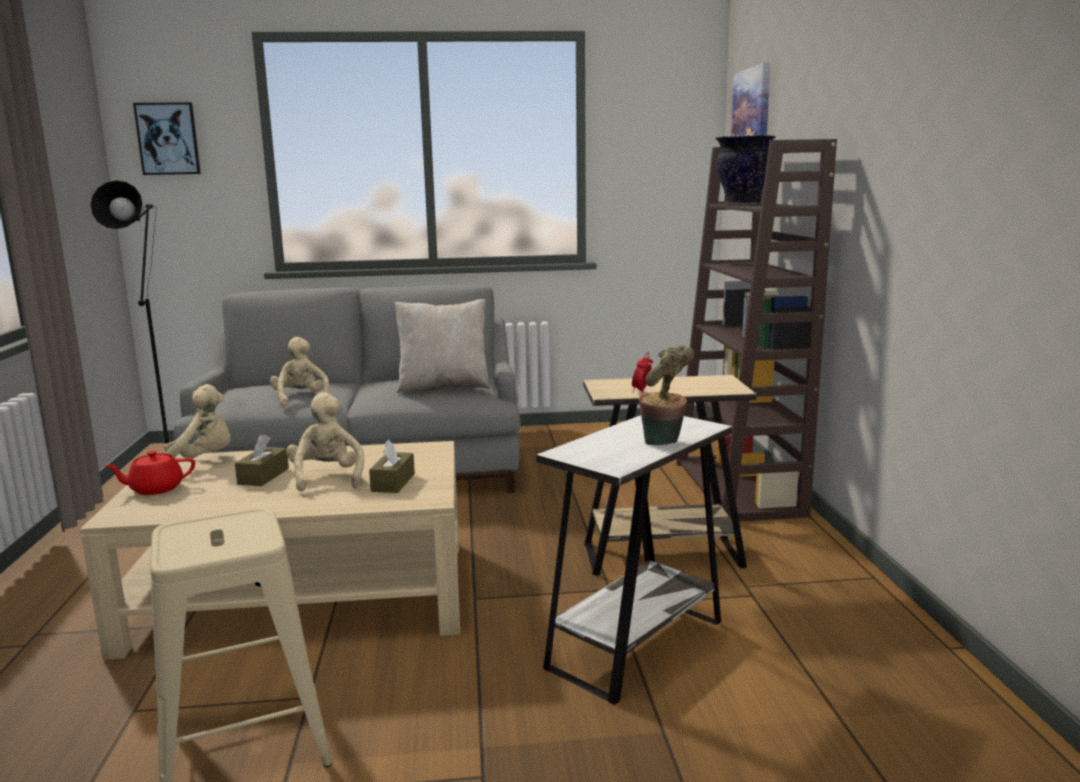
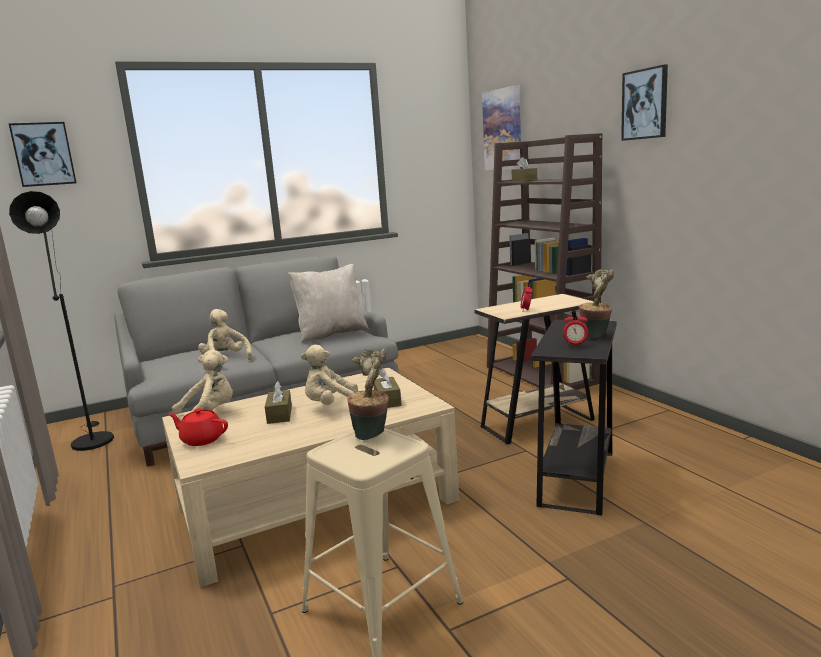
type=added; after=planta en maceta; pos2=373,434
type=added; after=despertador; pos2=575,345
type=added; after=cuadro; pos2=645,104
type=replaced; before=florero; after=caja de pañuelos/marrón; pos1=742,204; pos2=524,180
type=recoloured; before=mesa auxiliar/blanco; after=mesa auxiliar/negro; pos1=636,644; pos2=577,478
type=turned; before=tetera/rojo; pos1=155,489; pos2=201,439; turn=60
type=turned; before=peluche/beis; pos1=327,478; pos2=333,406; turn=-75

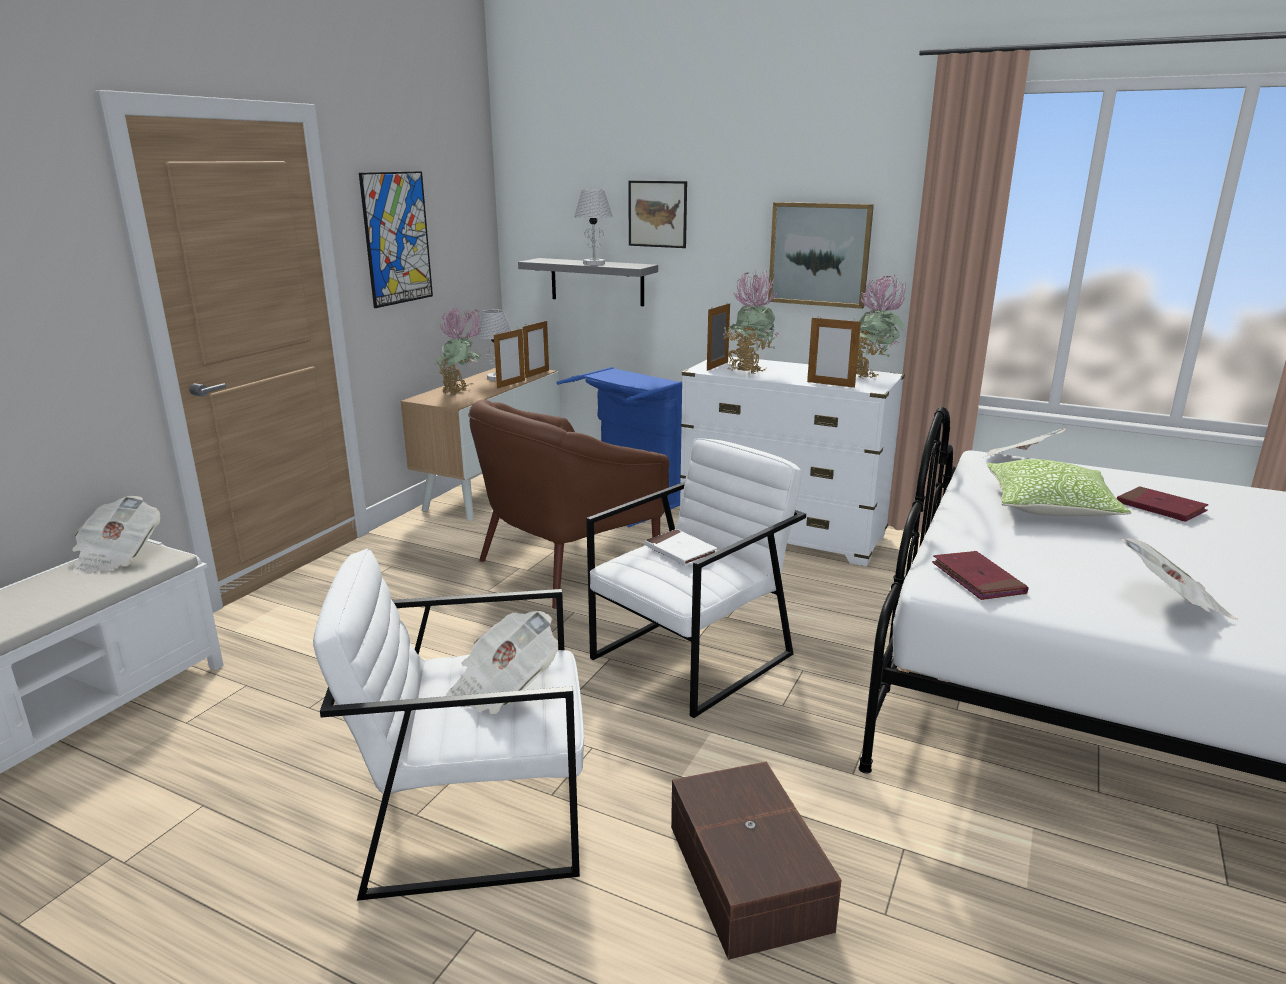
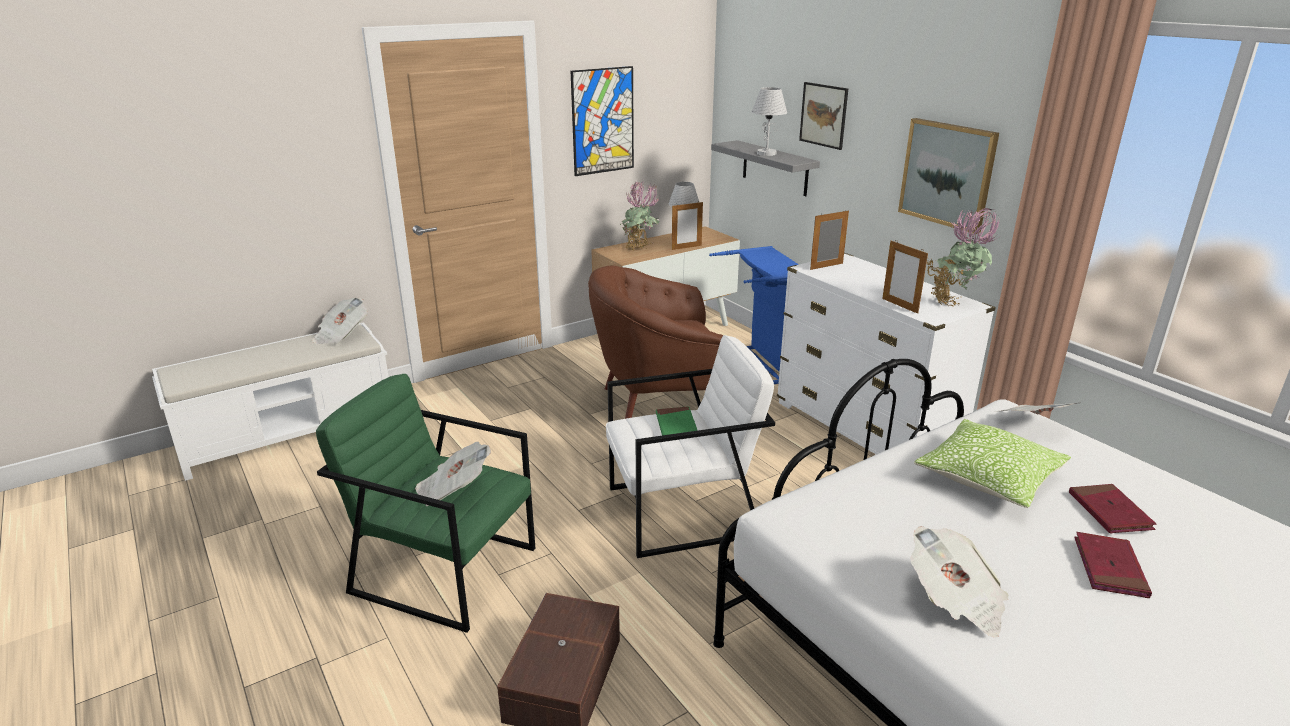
type=removed; before=portarretratos; pos1=537,374
type=removed; before=planta en maceta; pos1=748,370
type=moved; before=libro/rojo; pos1=977,579; pos2=1109,568
type=recoloured; before=sillón/blanco; after=sillón/verde; pos1=474,815; pos2=444,569
type=recoloured; before=libro/blanco; after=libro/verde; pos1=680,551; pos2=676,425

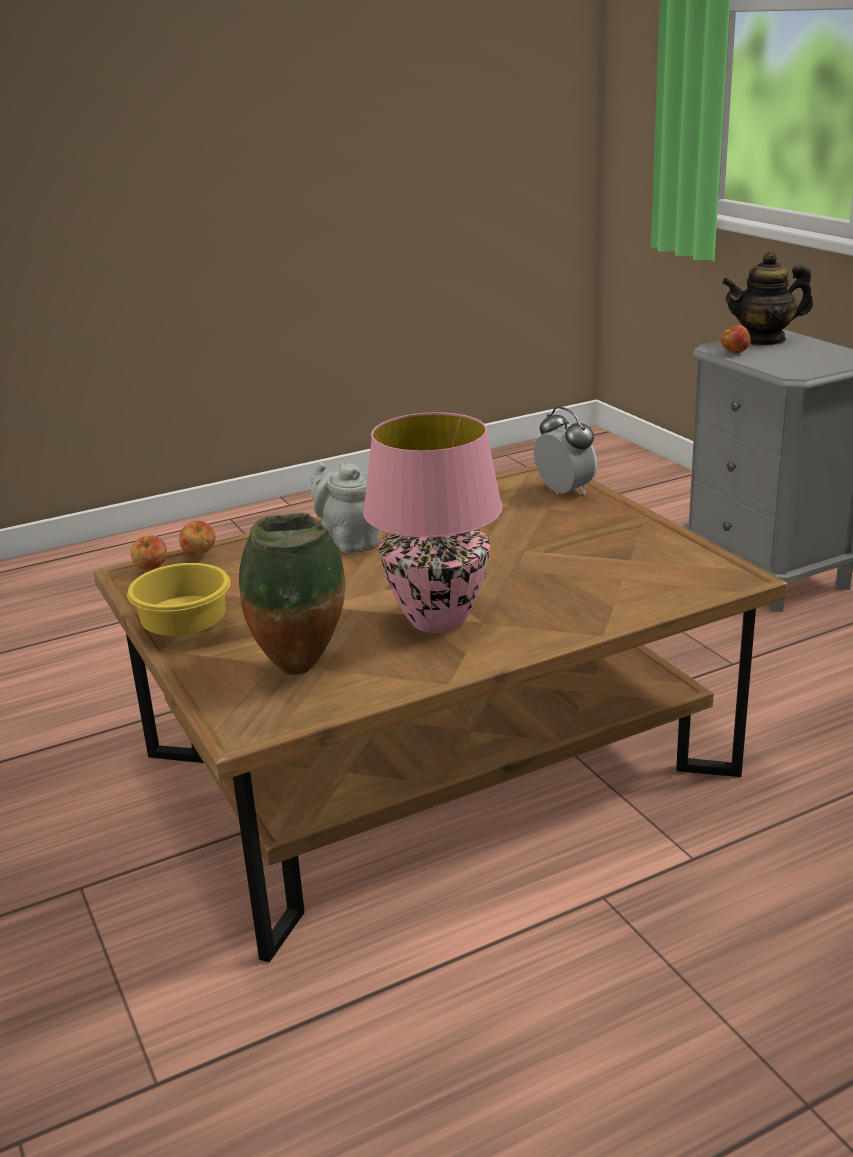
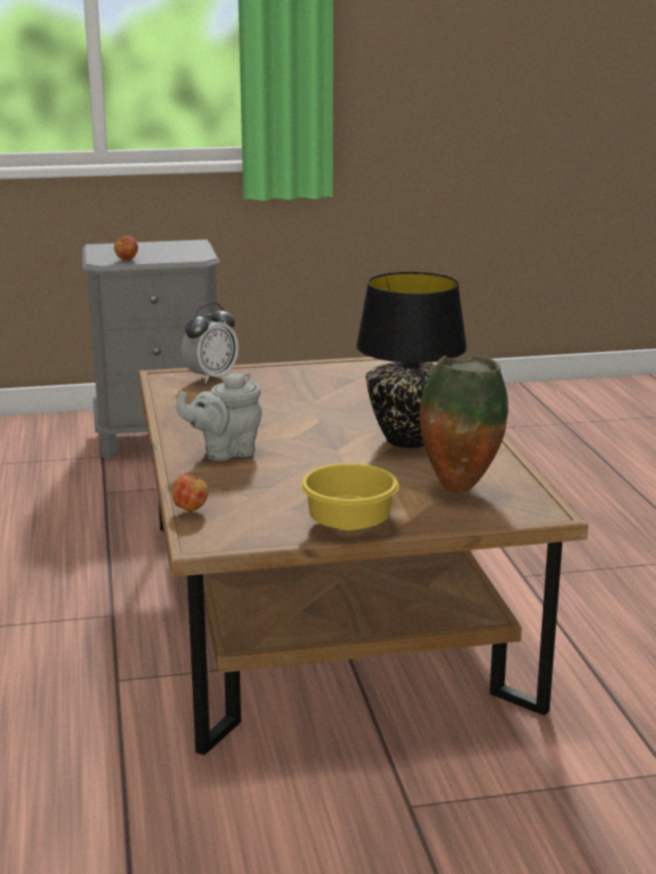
type=removed; before=manzana; pos1=151,569
type=removed; before=tetera; pos1=764,339
type=recoloured; before=lámpara de mesa/rosa; after=lámpara de mesa/negro; pos1=437,621; pos2=409,440
type=turned; before=despertador; pos1=564,492; pos2=211,377; turn=150

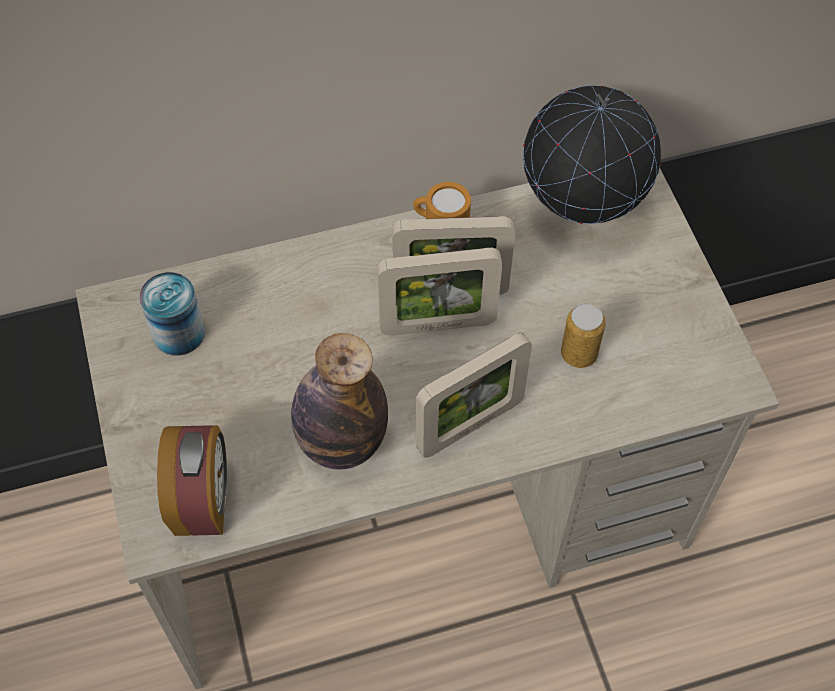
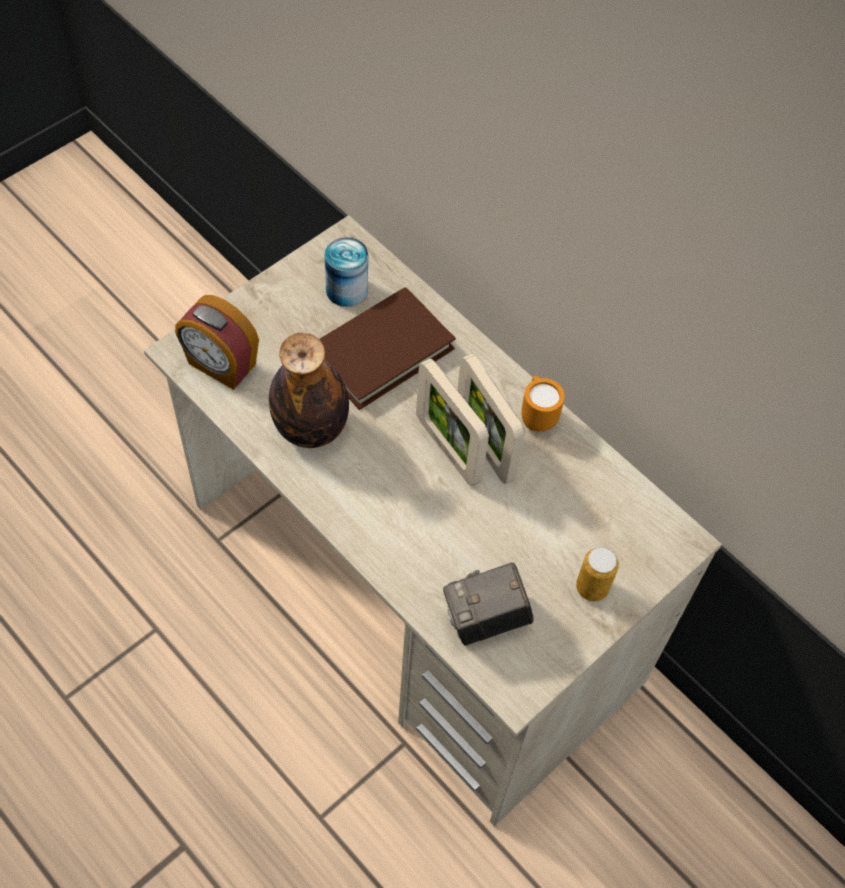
type=removed; before=portarretratos; pos1=470,426
type=removed; before=globo terráqueo; pos1=581,209
type=added; after=libro/marrón; pos2=381,351
type=added; after=cámara; pos2=485,621
type=moved; before=lata; pos1=579,354; pos2=592,587
type=turned; before=despertador; pos1=203,501; pos2=221,365; turn=60

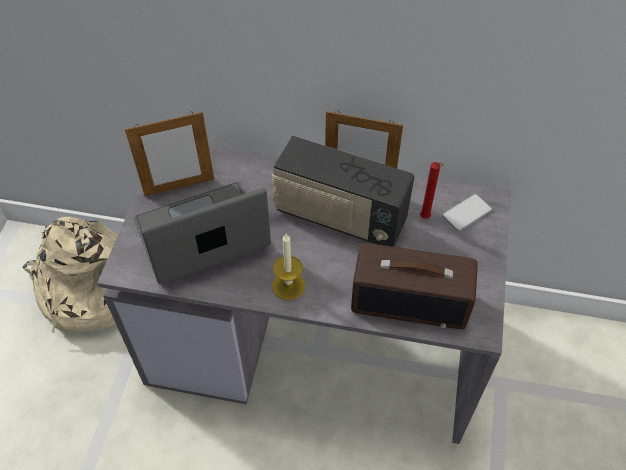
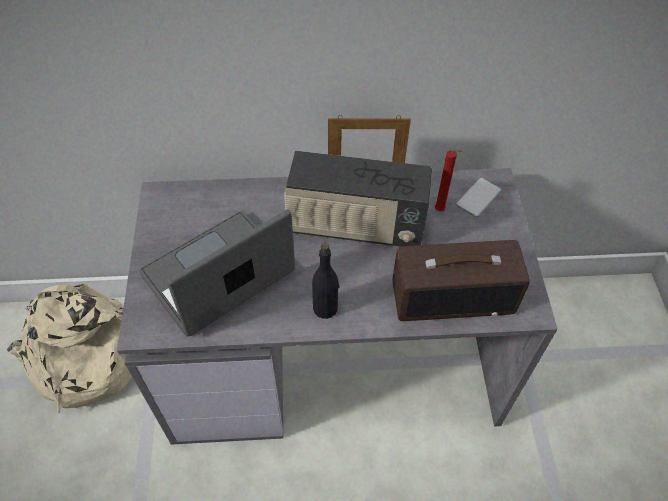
type=removed; before=portarretratos; pos1=179,187
type=replaced; before=vela; after=botella/negro; pos1=288,285; pos2=325,308

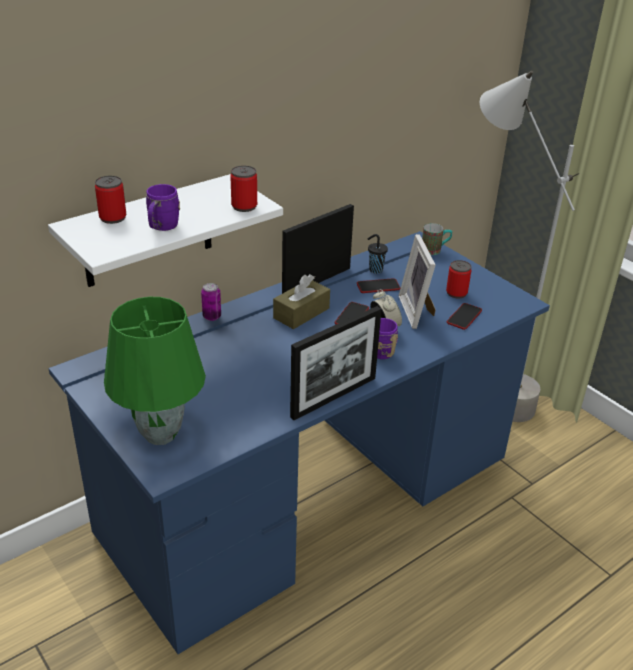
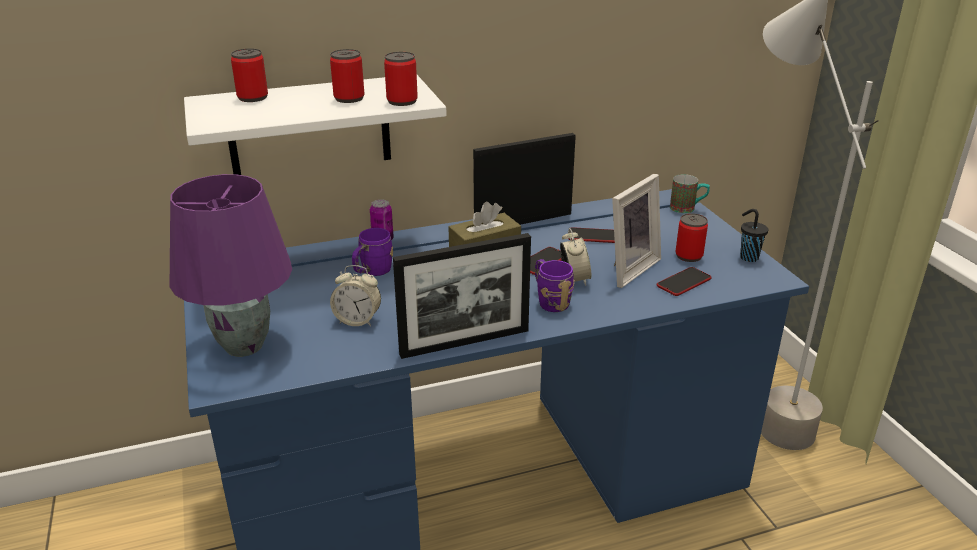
type=added; after=lata; pos2=349,98
type=added; after=despertador; pos2=358,320
type=moved; before=taza grande/morado; pos1=161,228; pos2=372,272
type=moved; before=taza/negro; pos1=375,270; pos2=748,257
type=recoloured; before=lámpara de mesa/verde; after=lámpara de mesa/morado; pos1=162,434; pos2=246,346
type=turned; before=portarretratos; pos1=418,311; pos2=627,268; turn=-150

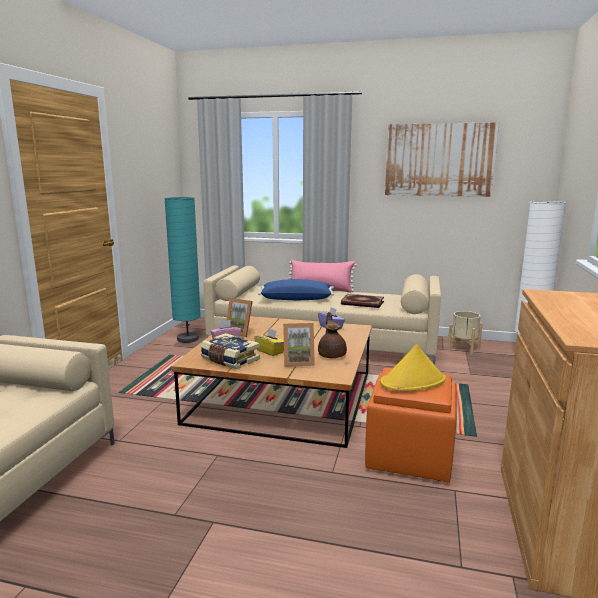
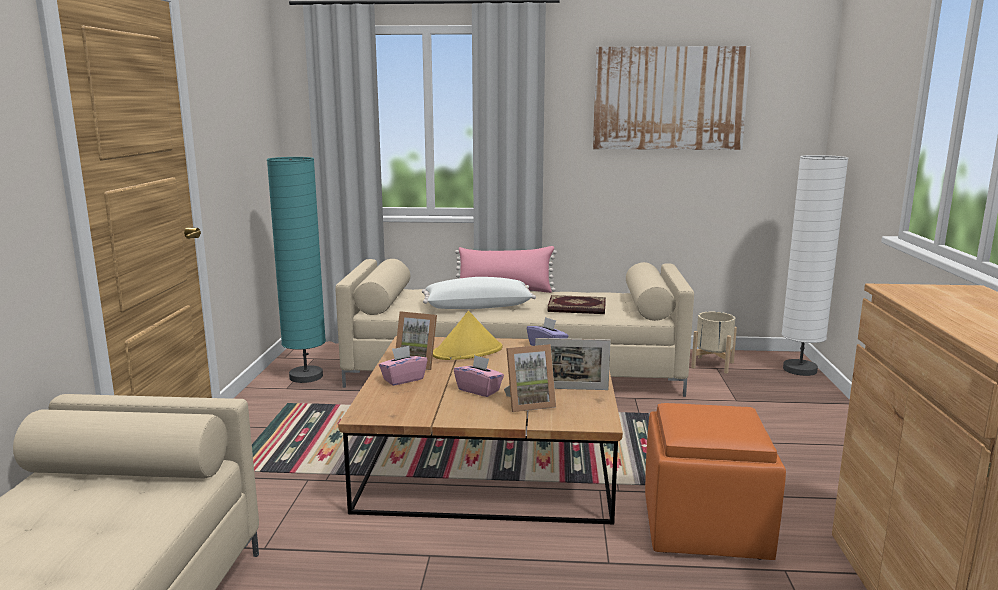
type=removed; before=libro; pos1=229,360
type=moved; before=sombrero/amarillo; pos1=413,382; pos2=468,352
type=replaced; before=tetera/marrón; after=portarretratos; pos1=332,354; pos2=571,389
type=recoloured; before=caja de pañuelos/amarillo; after=caja de pañuelos/rosa; pos1=270,351; pos2=479,390
type=recoloured; before=cojín/azul; after=cojín/blanco; pos1=296,299; pos2=478,306

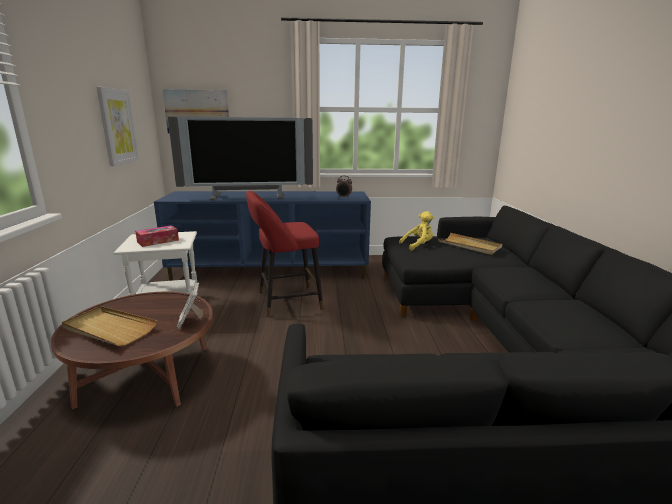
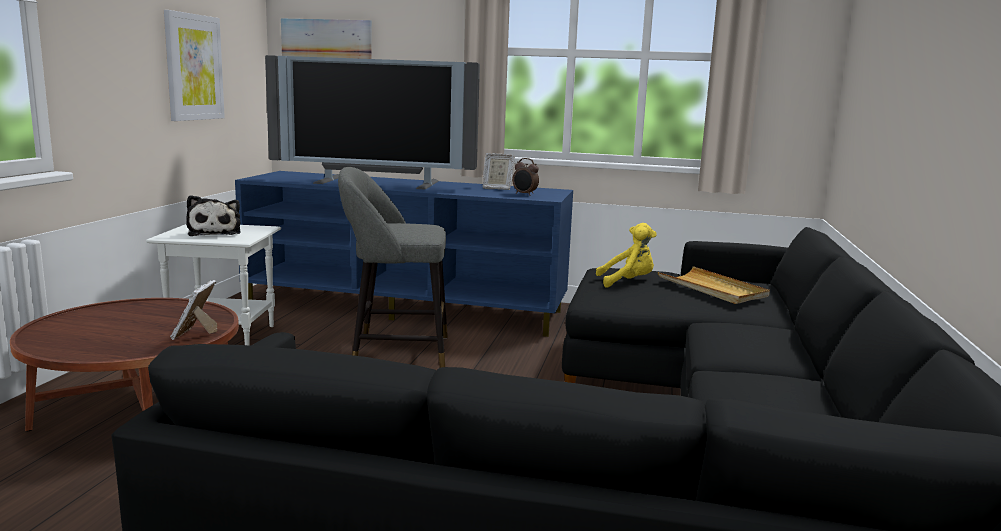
type=removed; before=bandeja/beis; pos1=109,328
type=added; after=portarretratos; pos2=497,188
type=replaced; before=caja de pañuelos; after=peluche; pos1=158,241; pos2=215,232
type=recoloured; before=taburete/rojo; after=taburete/gris; pos1=285,302; pos2=394,351

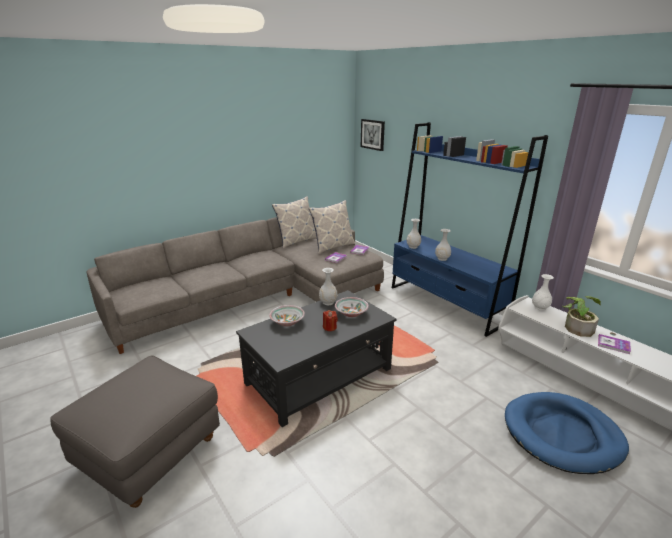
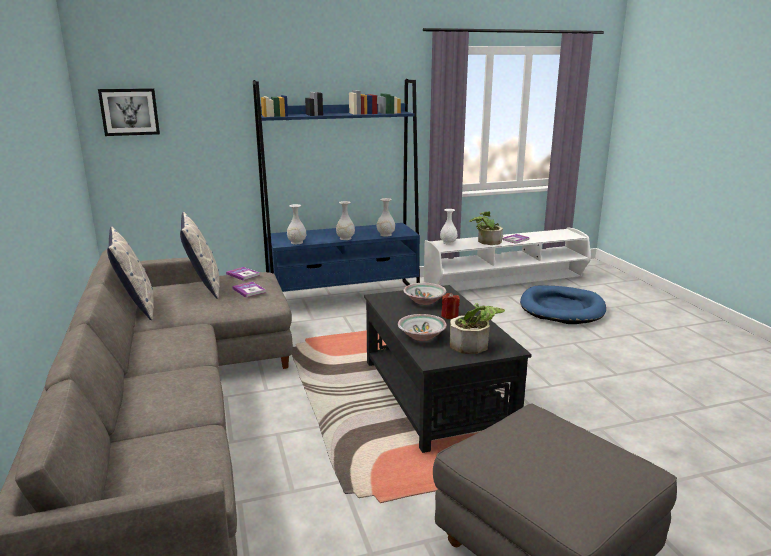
type=added; after=planta en maceta; pos2=474,345
type=moved; before=florero/blanco; pos1=328,302; pos2=385,235

